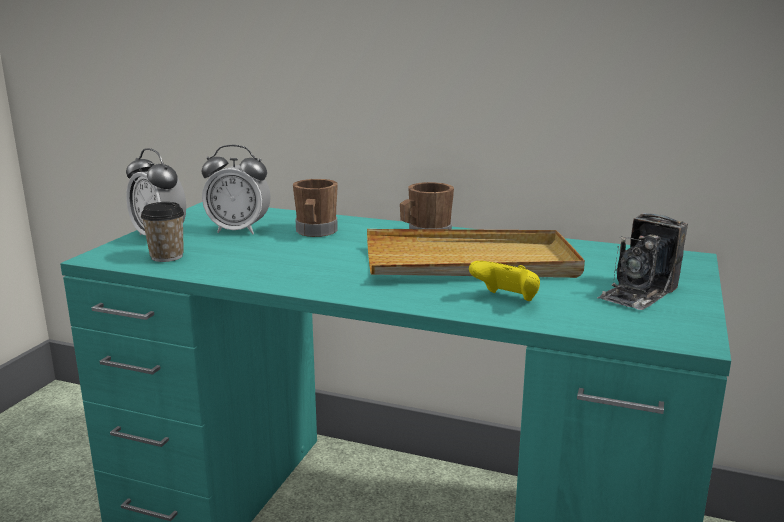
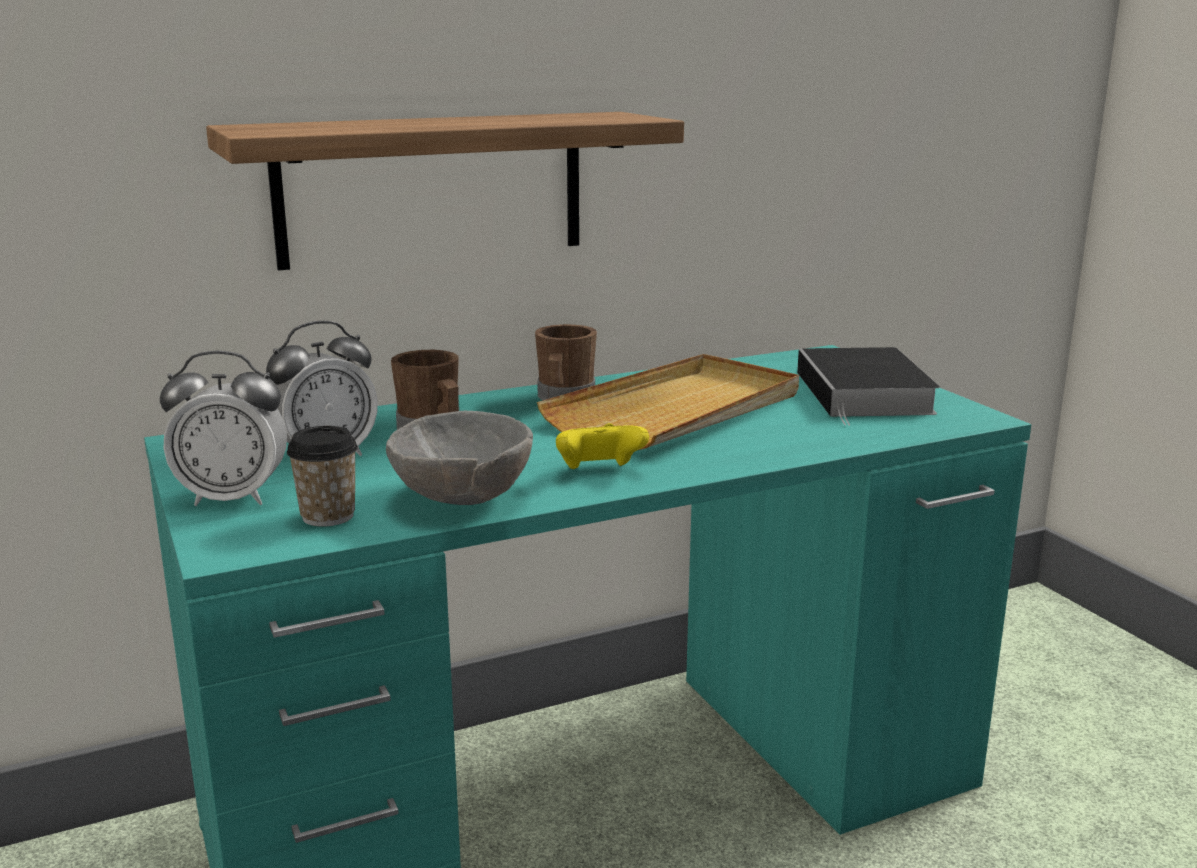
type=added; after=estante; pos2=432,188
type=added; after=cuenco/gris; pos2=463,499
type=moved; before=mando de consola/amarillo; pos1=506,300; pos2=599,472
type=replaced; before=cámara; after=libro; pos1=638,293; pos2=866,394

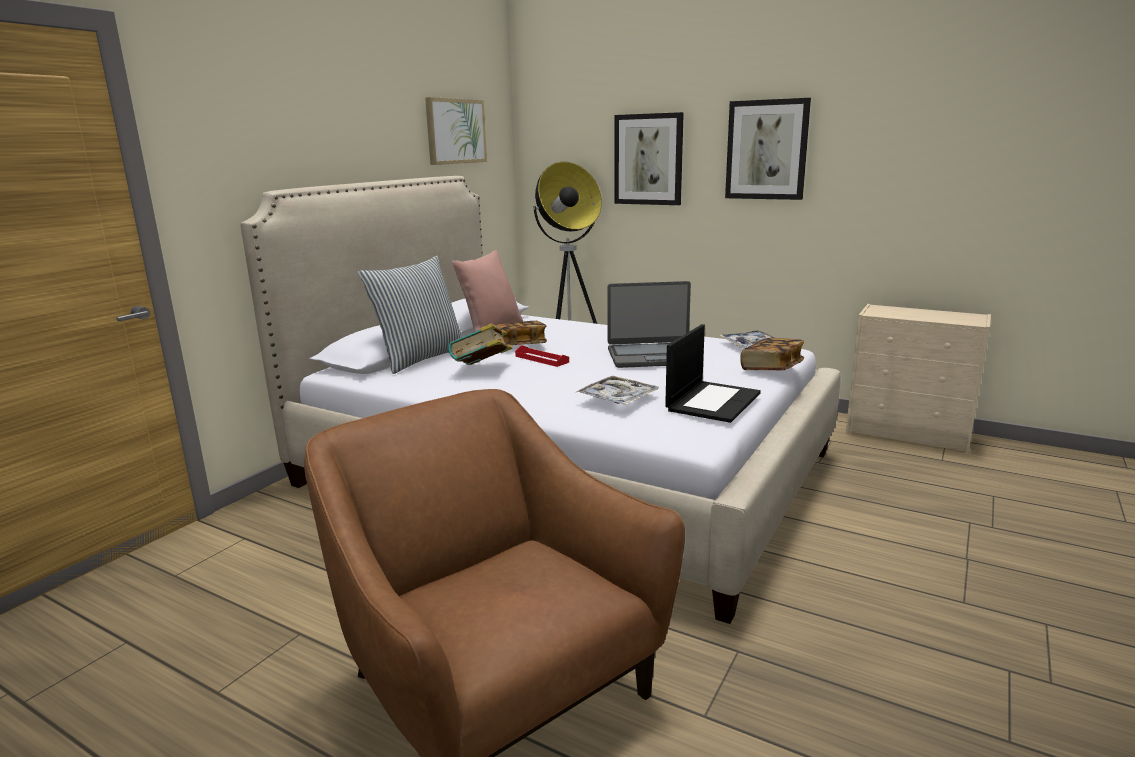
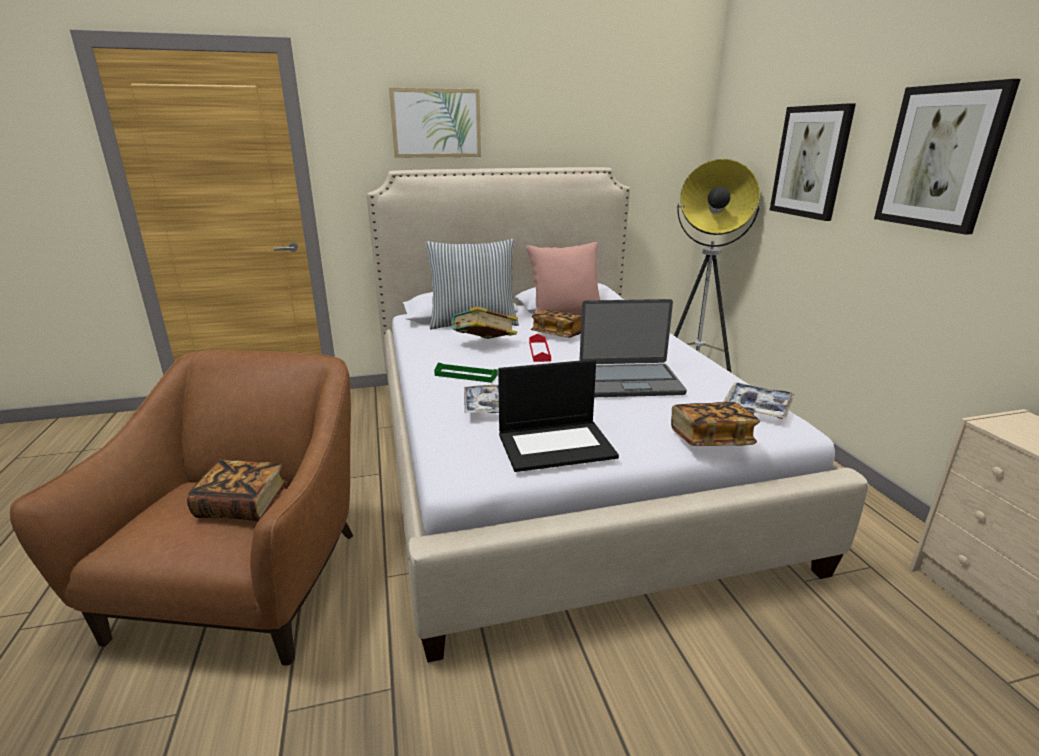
type=added; after=libro; pos2=243,505
type=added; after=bandeja/verde; pos2=466,375
type=moved; before=cuadro; pos1=456,131; pos2=436,123
type=turned; before=portátil; pos1=653,356; pos2=629,381; turn=-45

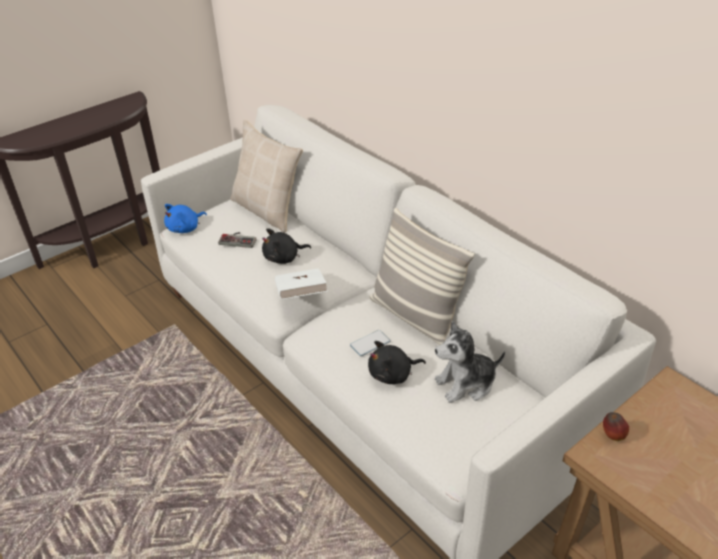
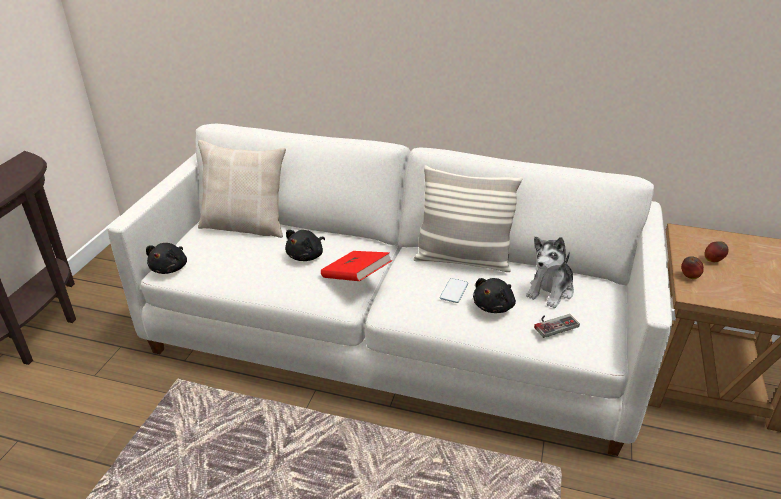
type=added; after=manzana; pos2=713,261
type=moved; before=mando de consola; pos1=239,239; pos2=553,324
type=recoloured; before=peluche/azul; after=peluche/negro; pos1=185,228; pos2=170,268
type=recoloured; before=libro/blanco; after=libro/rojo; pos1=301,295; pos2=356,278

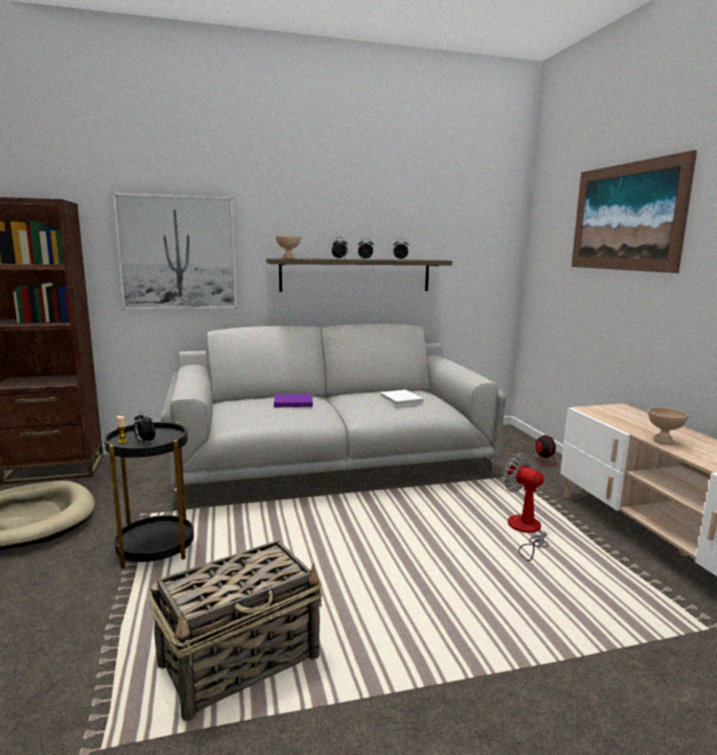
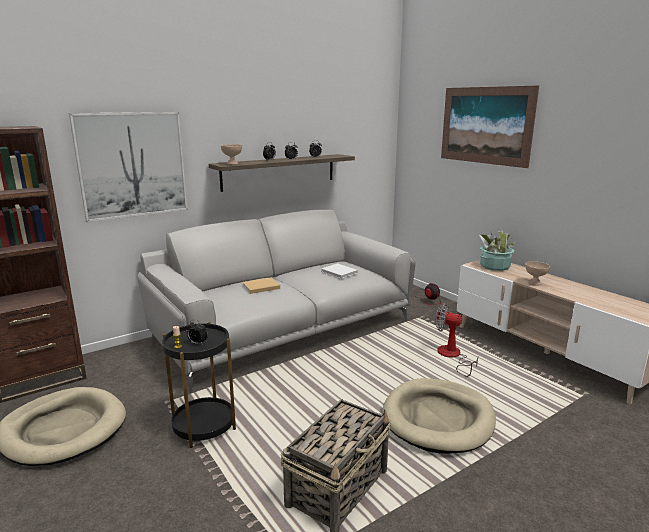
type=added; after=cama para perro/beis; pos2=438,419
type=added; after=planta en maceta; pos2=495,266
type=recoloured; before=libro/morado; after=libro/beis; pos1=292,402; pos2=260,287

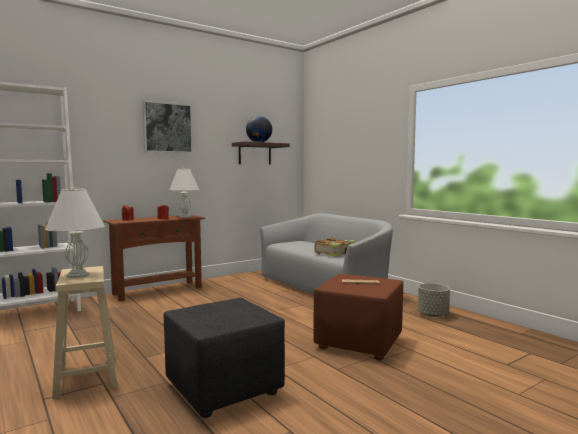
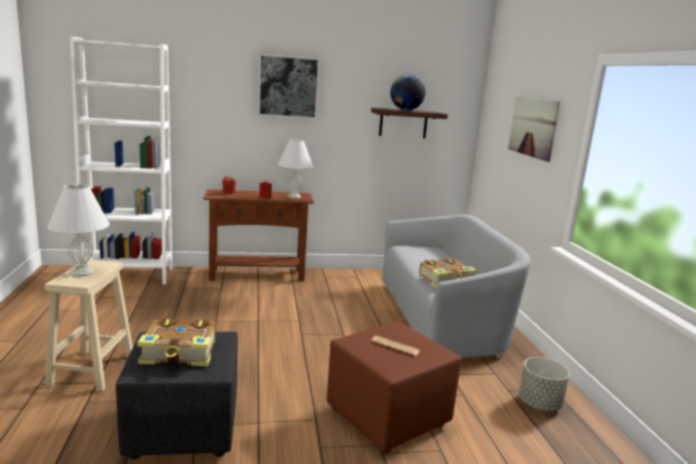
type=added; after=libro; pos2=180,353
type=added; after=cuadro; pos2=533,127

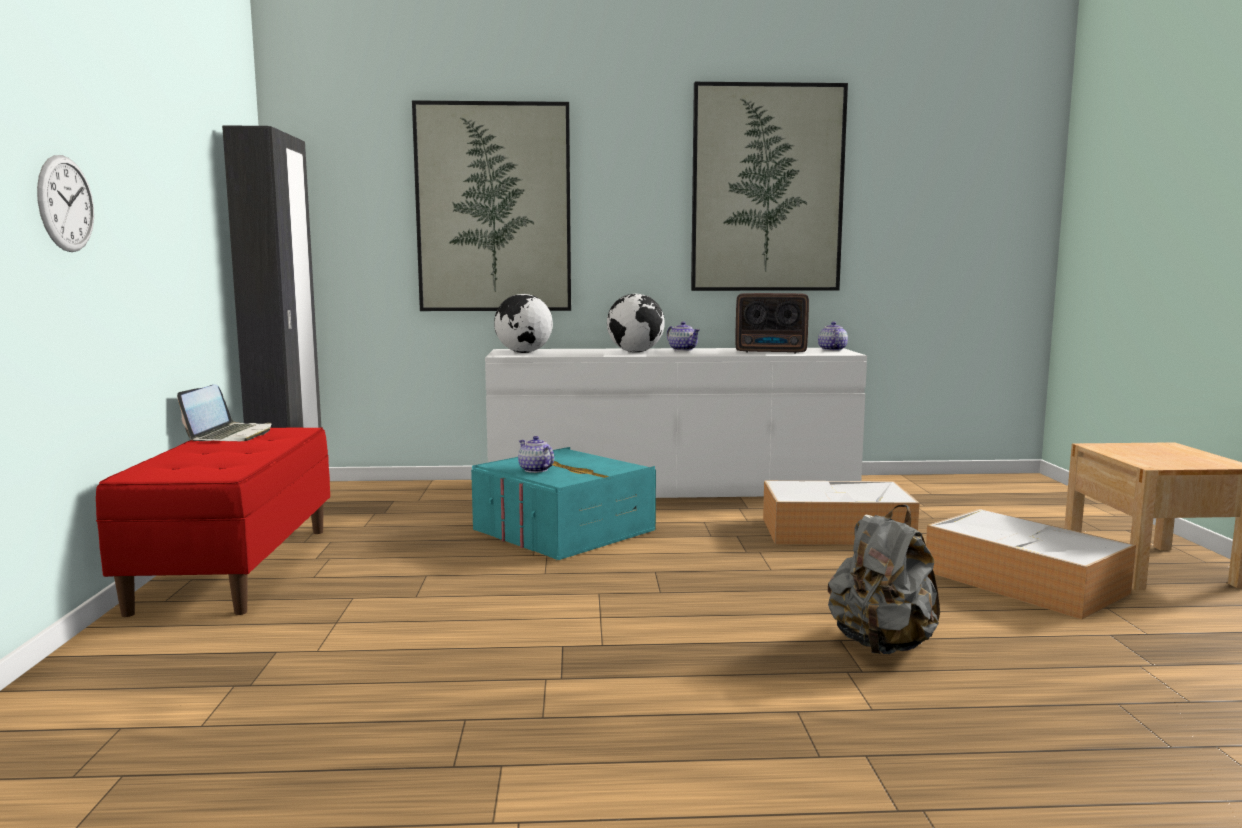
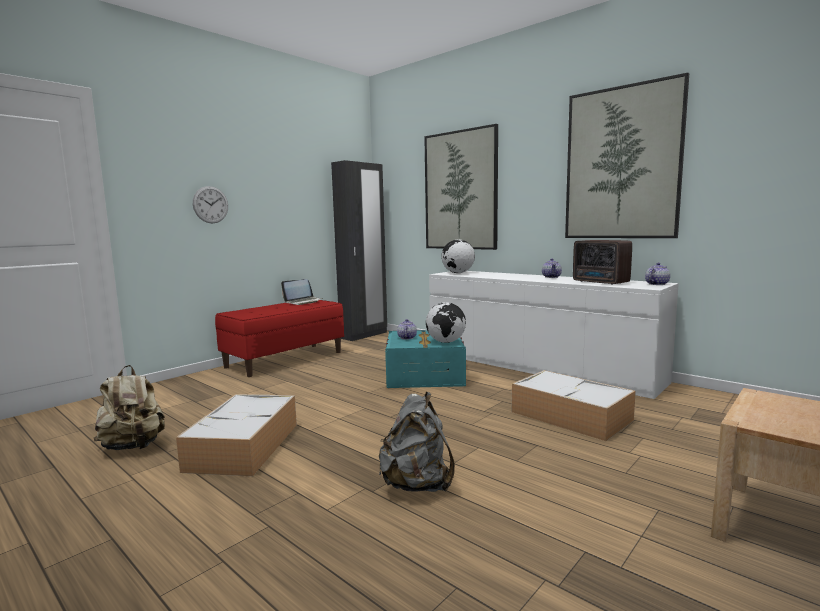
type=added; after=mochila/beis; pos2=133,446
type=moved; before=globo terráqueo; pos1=635,352; pos2=446,342
type=moved; before=caja de almacenaje; pos1=1026,582; pos2=244,447

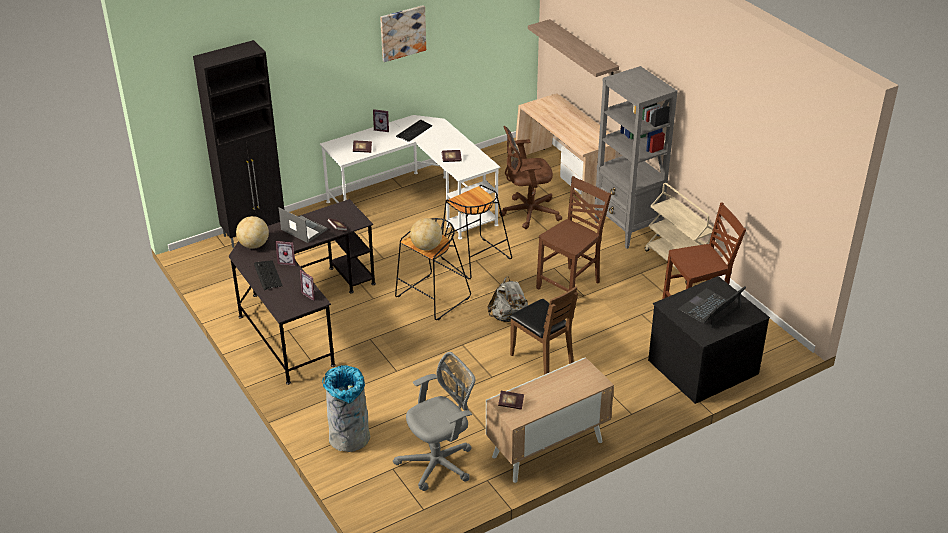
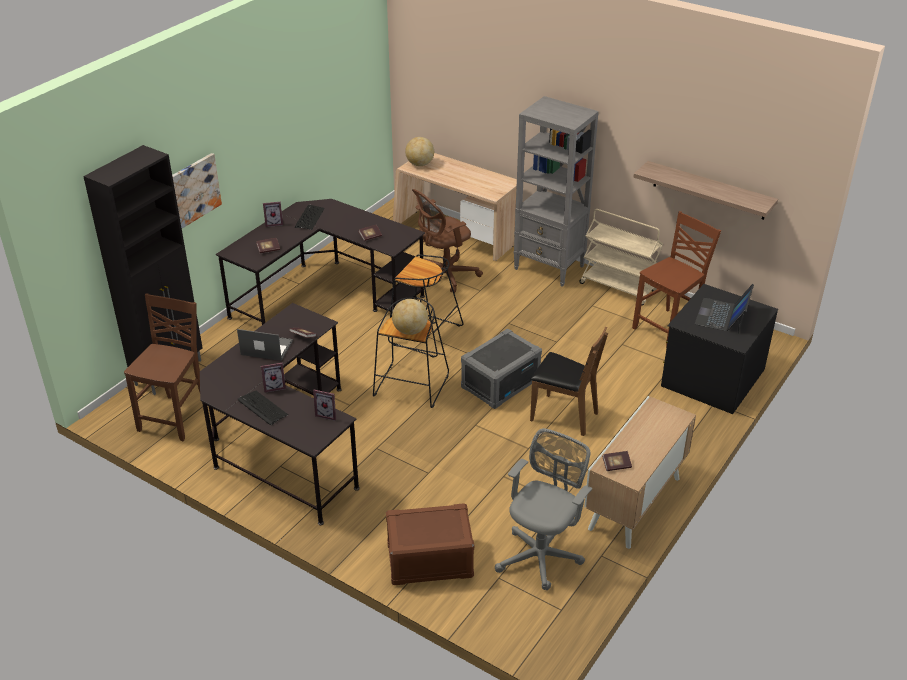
type=moved; before=globo terráqueo; pos1=254,245; pos2=420,164
type=moved; before=cuadro; pos1=402,33; pos2=194,190
type=moved; before=estante; pos1=582,52; pos2=709,190
type=moved; before=silla/marrón; pos1=570,285; pos2=176,417
type=replaced; before=papelera/gris; after=caja de almacenaje/marrón; pos1=349,438; pos2=429,561
type=replaced; before=mochila/gris; after=caja de almacenaje/gris; pos1=508,317; pos2=500,383
type=recoloured; before=escritorio/blanco; after=escritorio/negro; pos1=416,202; pos2=325,294

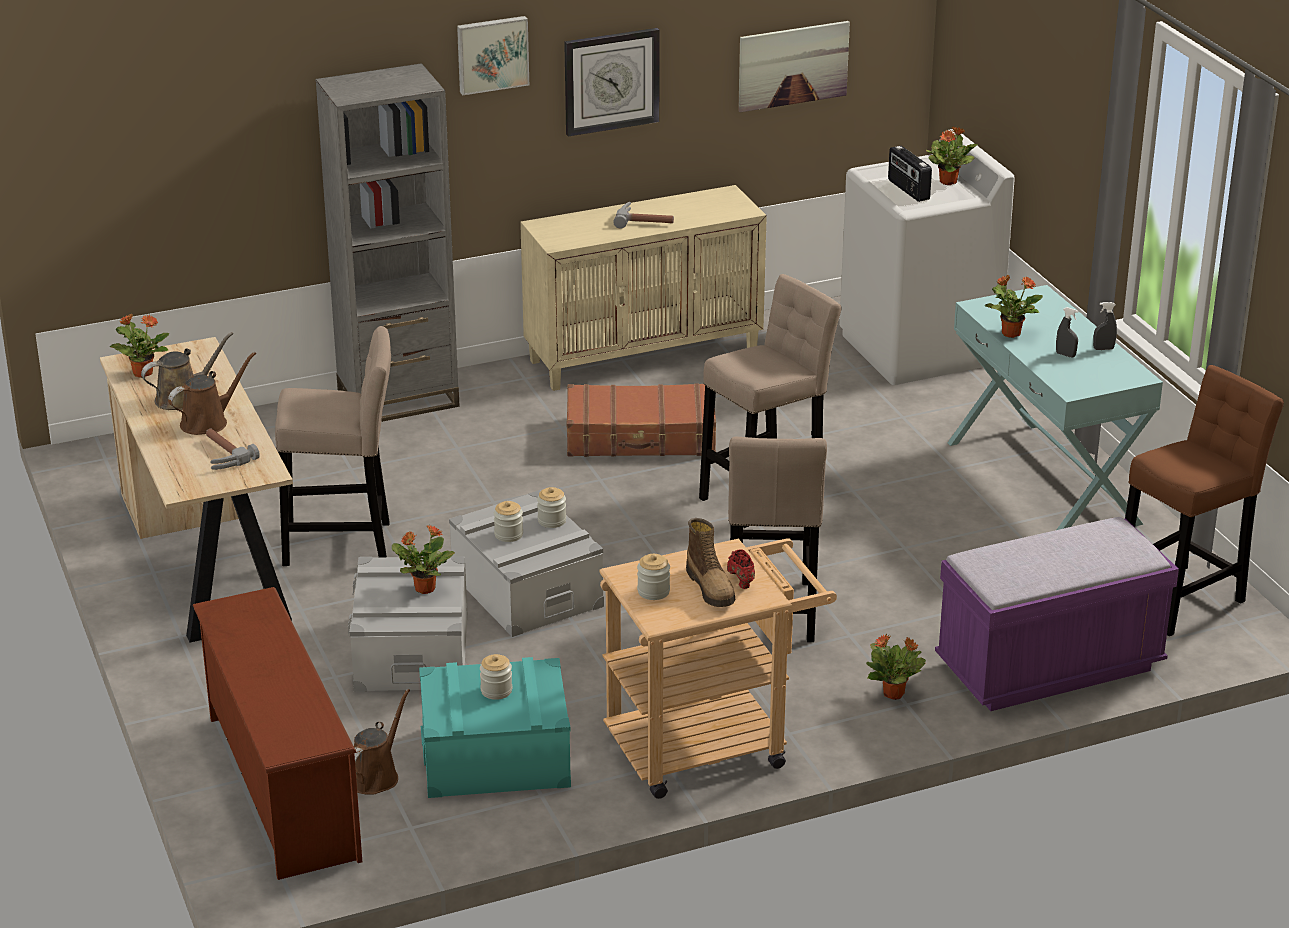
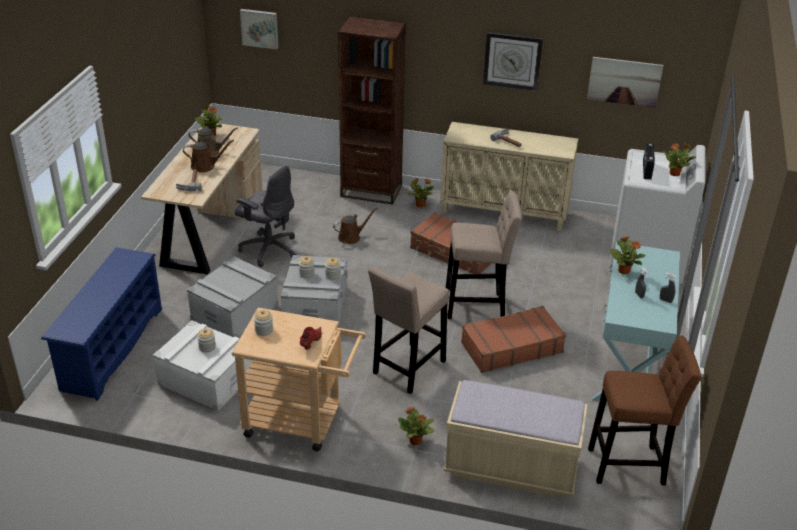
type=removed; before=bota; pos1=711,588
type=added; after=maleta/marrón; pos2=511,347
type=moved; before=regadera/marrón; pos1=376,775; pos2=351,237
type=moved; before=planta en maceta; pos1=424,588; pos2=420,205
type=moved; before=cuadro; pos1=492,54; pos2=260,28
type=replaced; before=taburete/beis; after=silla de oficina/gris; pos1=344,545; pos2=269,249
type=recoloured; before=zapatero/marrón; after=zapatero/azul; pos1=279,786; pos2=111,348
type=recoloured; before=estantería/gris; after=estantería/marrón; pos1=398,399; pos2=371,191
type=recoloured; before=caja de almacenaje/turquesa; after=caja de almacenaje/blanco; pos1=495,757; pos2=206,379
type=recoloured; before=banco/morado; after=banco/beis; pos1=1049,667; pos2=511,467

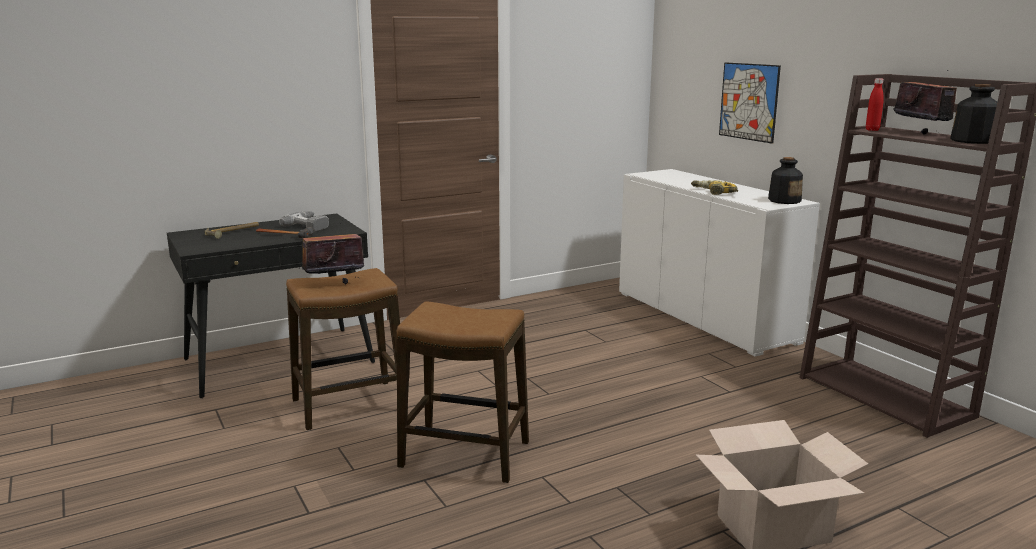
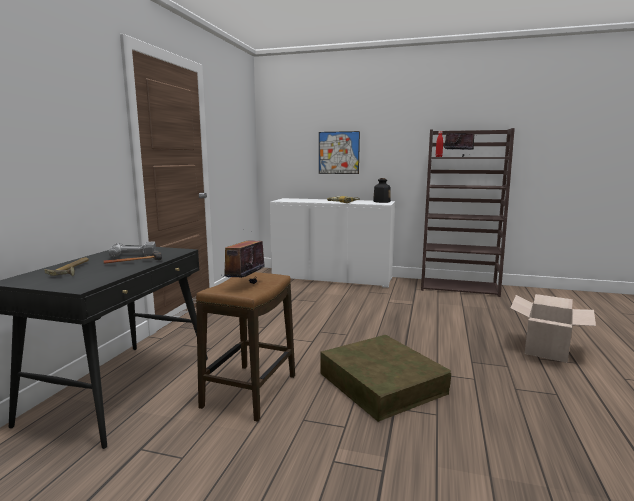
type=removed; before=botella; pos1=973,141
type=replaced; before=taburete; after=caja de almacenaje/marrón; pos1=465,455; pos2=381,383

